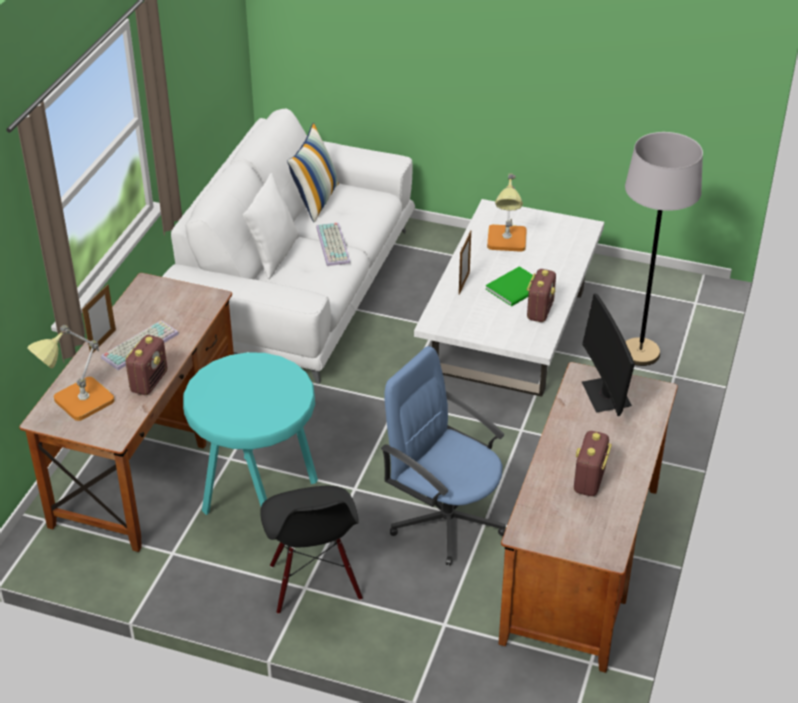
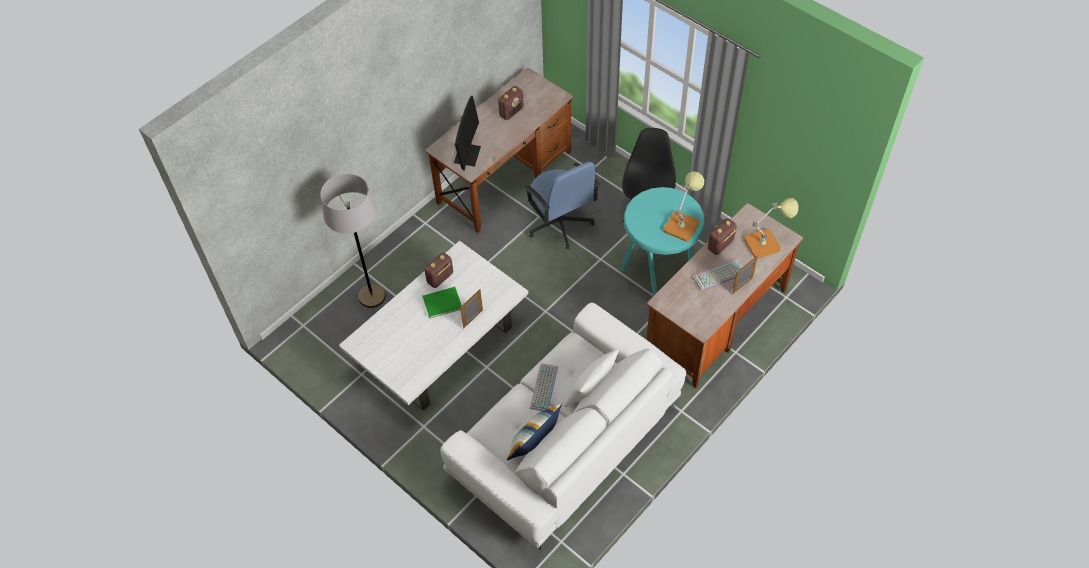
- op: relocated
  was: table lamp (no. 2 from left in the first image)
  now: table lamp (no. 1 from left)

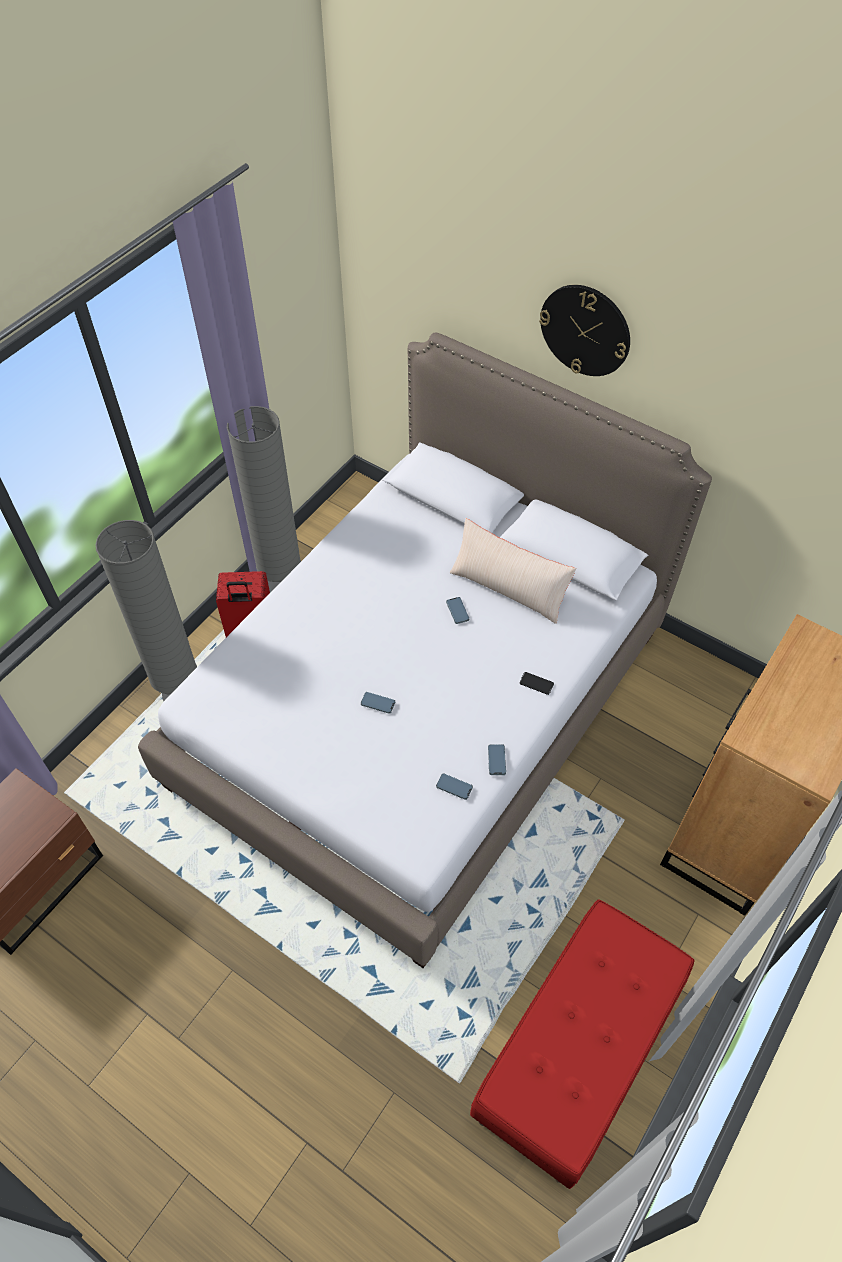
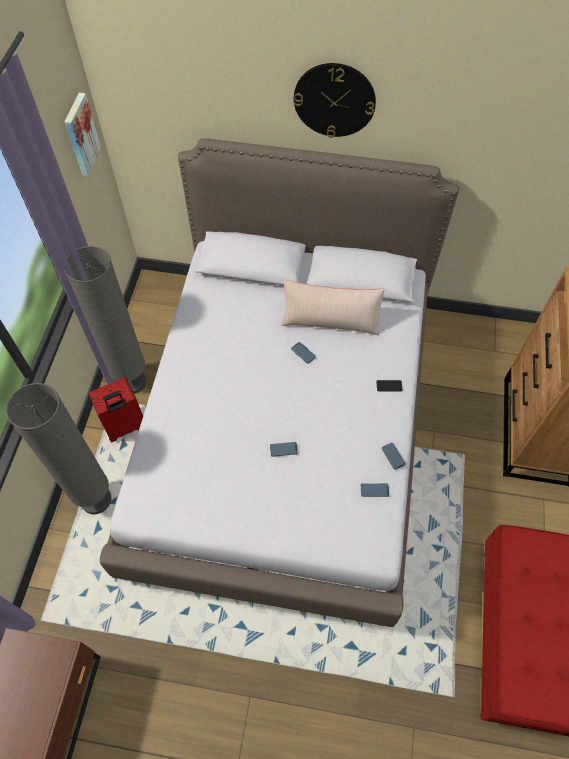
- op: appeared
  now: picture

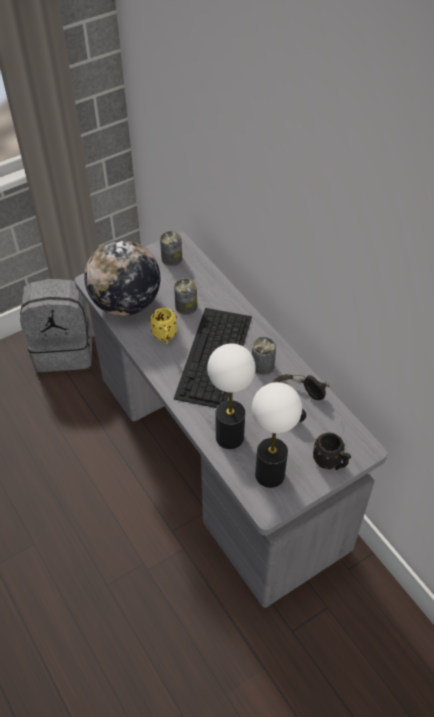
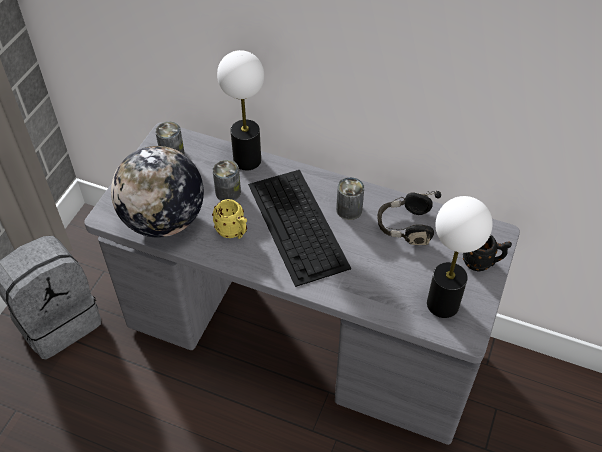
- op: relocated
  was: table lamp (no. 1 from left)

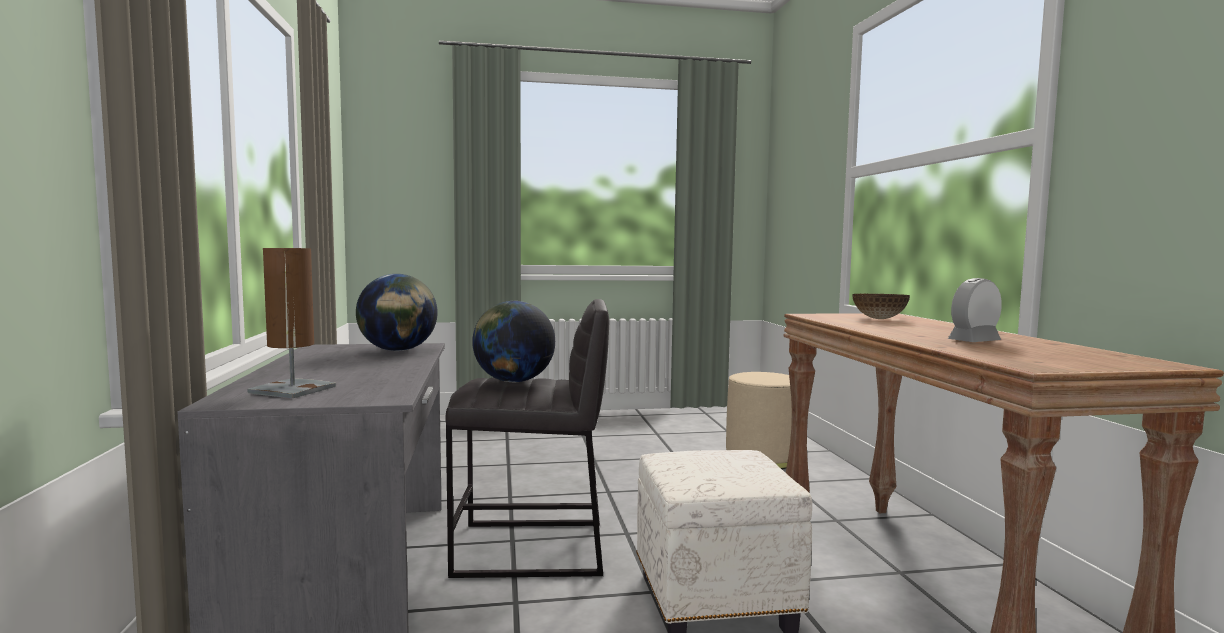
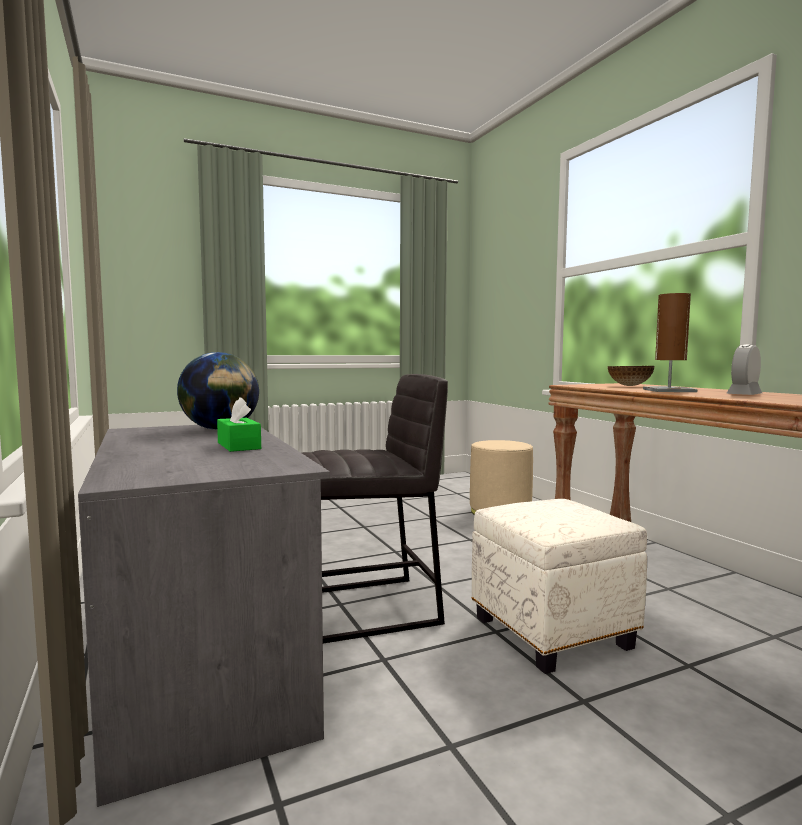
- op: appeared
  now: green tissue box
- op: relocated
  was: brown table lamp
- op: missing
  was: globe (no. 2 from left)

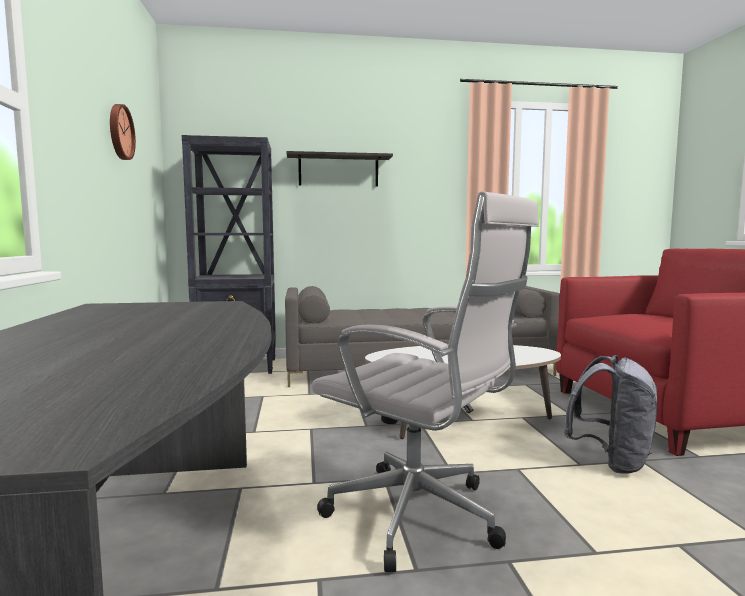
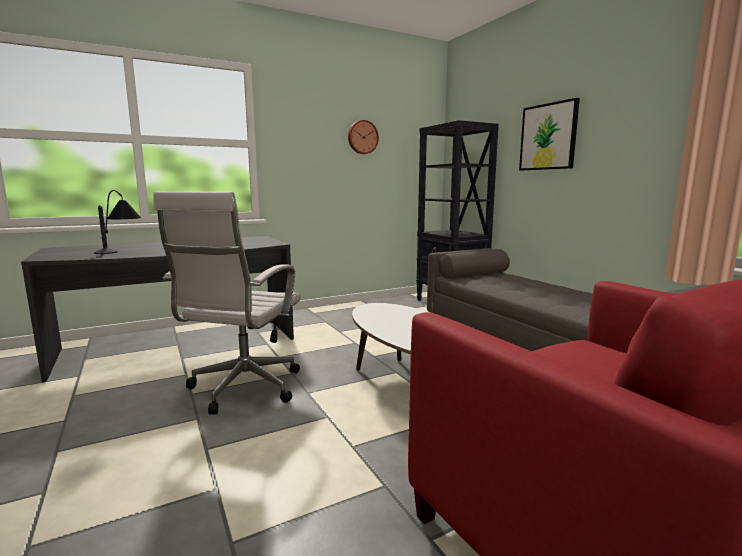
- op: appeared
  now: table lamp
- op: exchanged
  was: shelf
  now: picture
- op: missing
  was: grey backpack

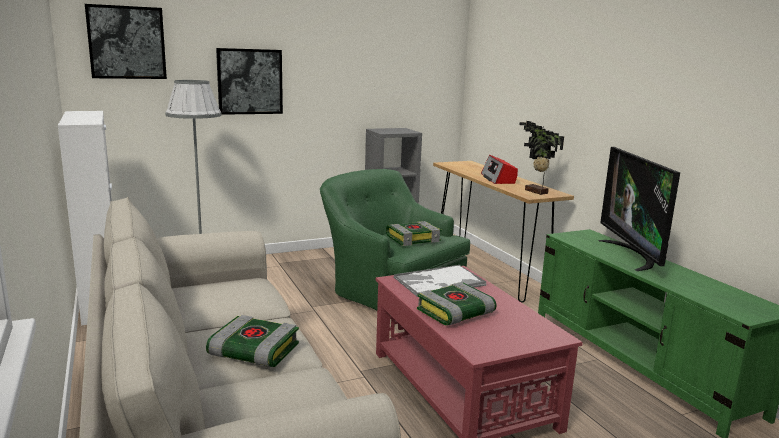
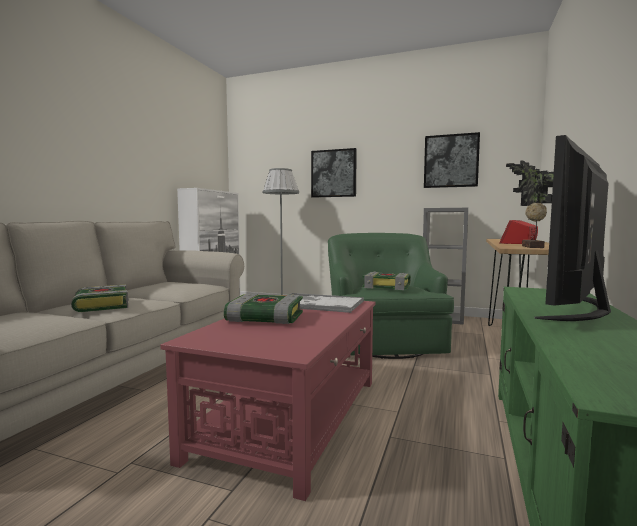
- op: relocated
  was: picture (no. 1 from left in the first image)
  now: picture (no. 2 from left)

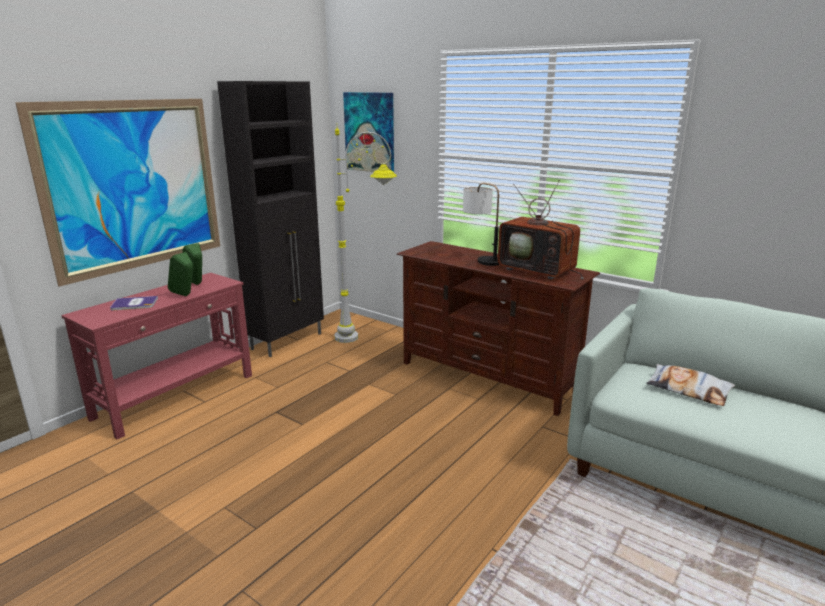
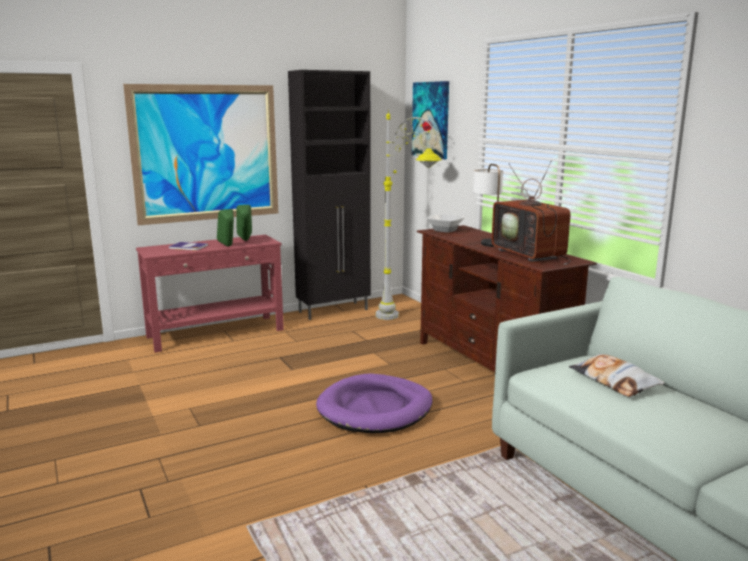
- op: appeared
  now: purple dog bed
- op: appeared
  now: bowl

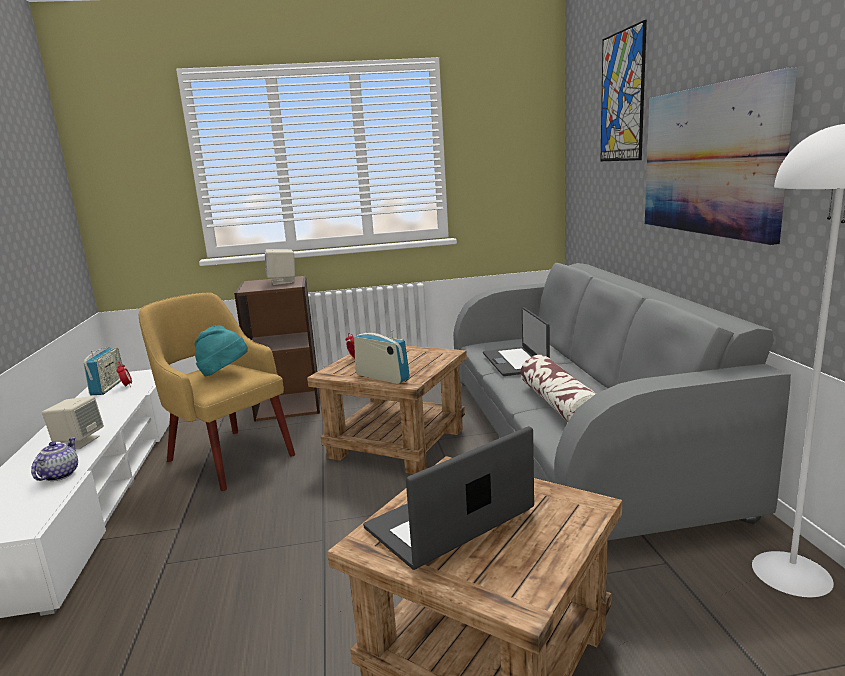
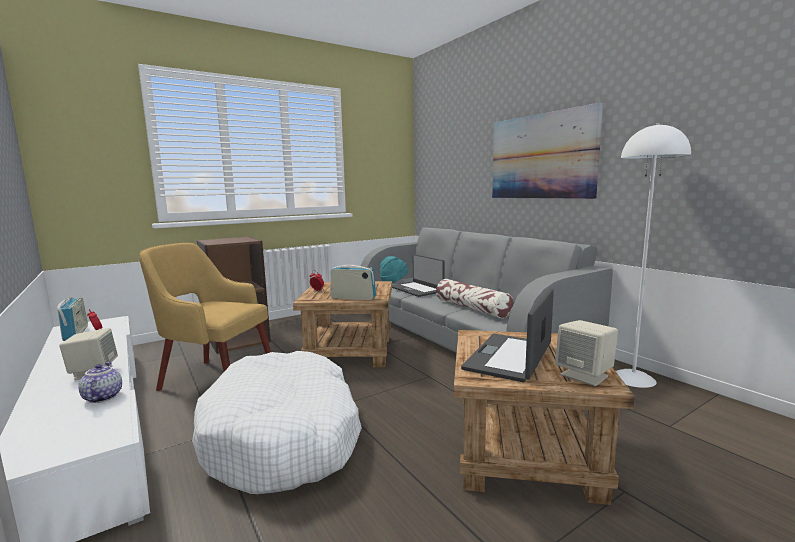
- op: appeared
  now: white dog bed
- op: relocated
  was: turquoise hat
- op: relocated
  was: beige speaker (no. 2 from left)
- op: missing
  was: picture (no. 1 from left)

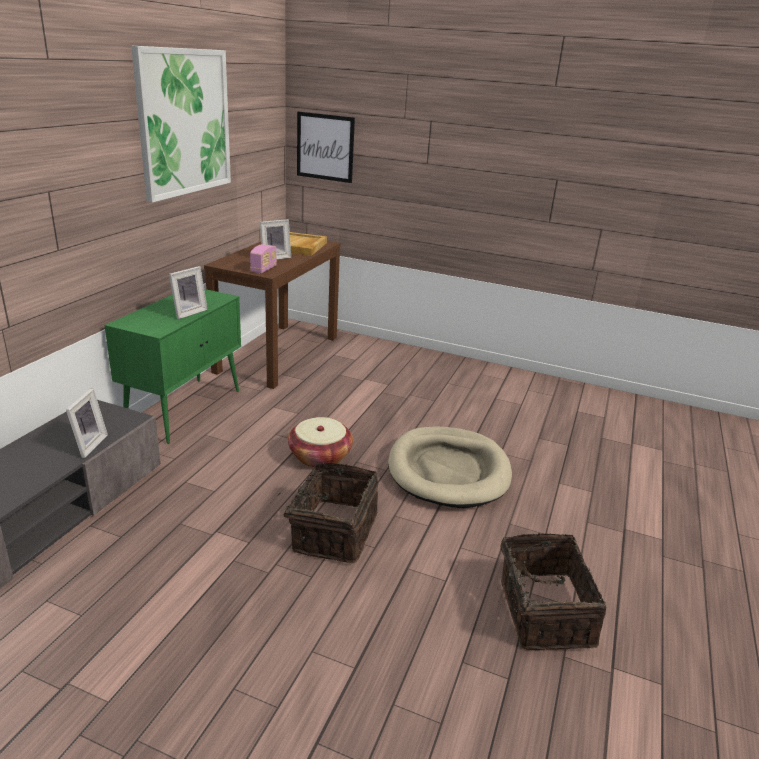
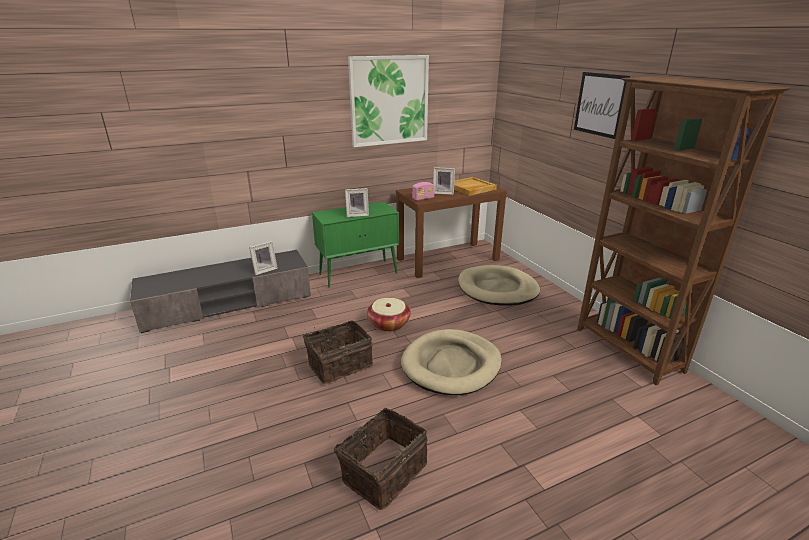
- op: appeared
  now: beige dog bed (no. 2 from left)
- op: relocated
  was: picture (no. 2 from left)
- op: appeared
  now: brown bookcase

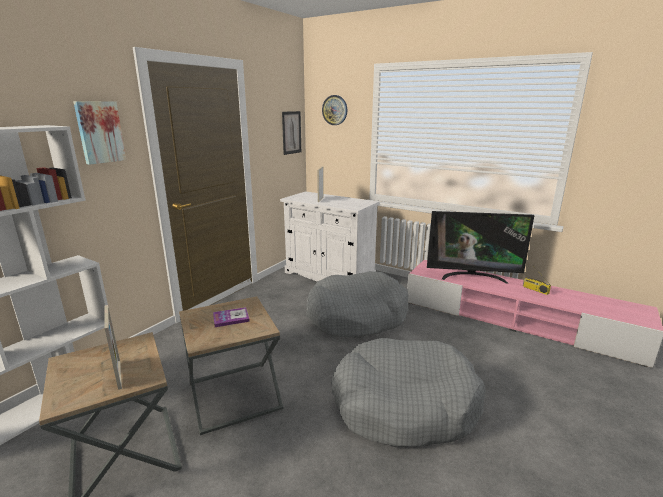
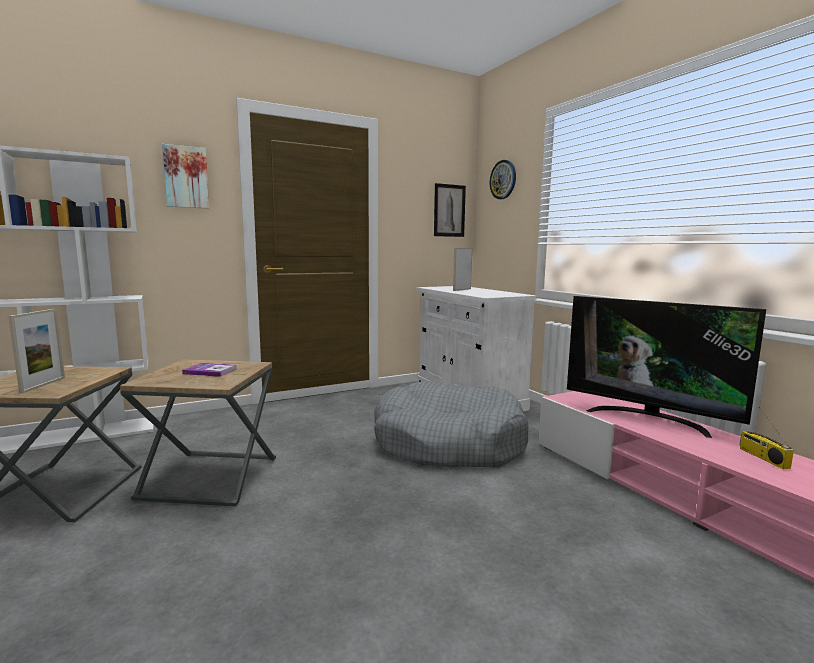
- op: missing
  was: grey dog bed (no. 2 from left)

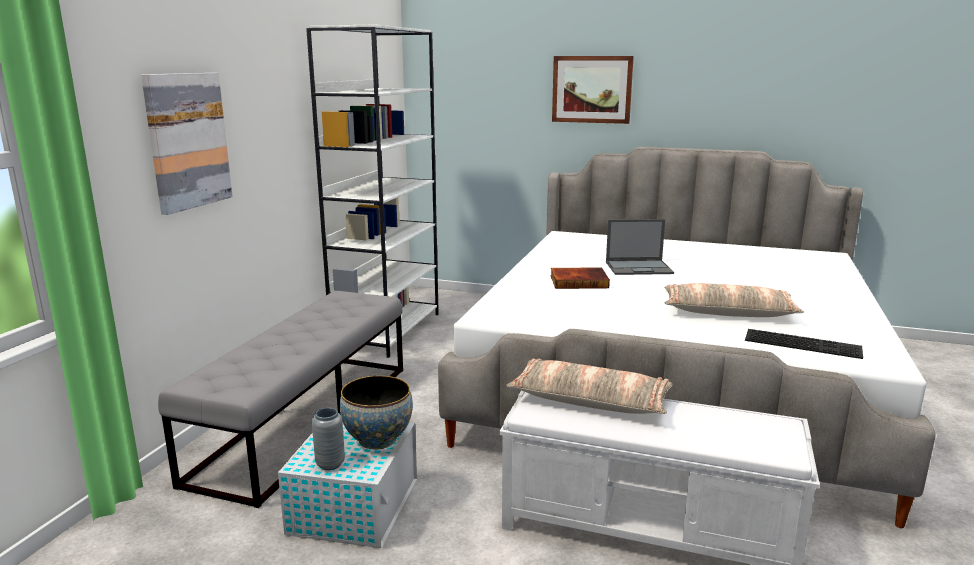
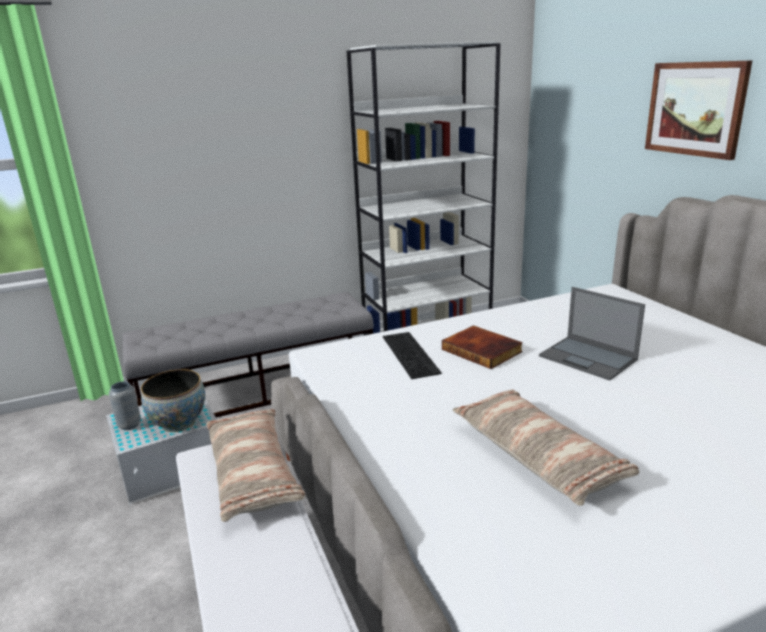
- op: relocated
  was: keyboard
- op: missing
  was: picture (no. 1 from left)

